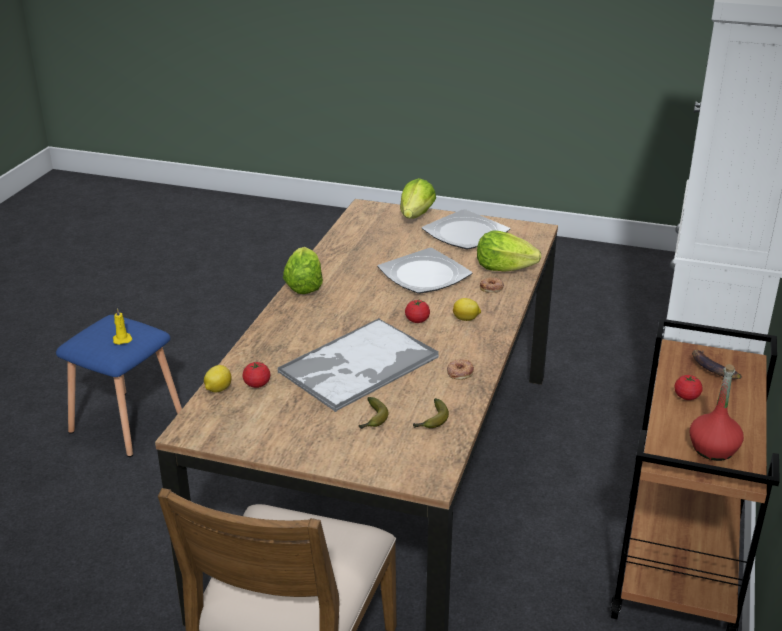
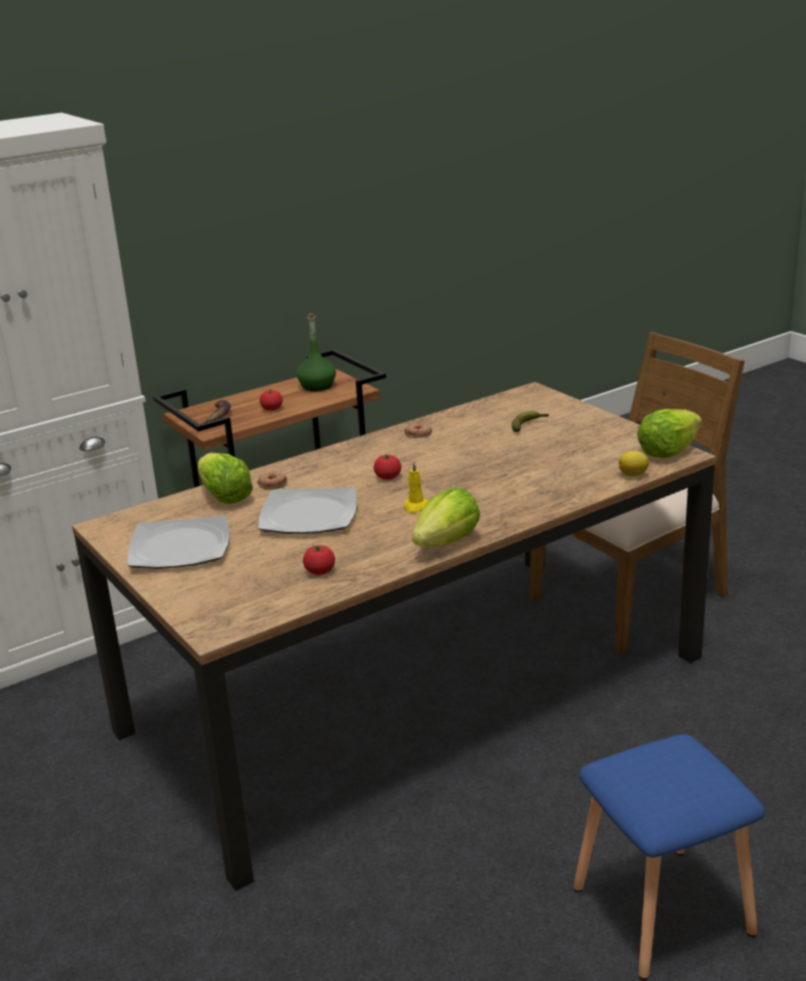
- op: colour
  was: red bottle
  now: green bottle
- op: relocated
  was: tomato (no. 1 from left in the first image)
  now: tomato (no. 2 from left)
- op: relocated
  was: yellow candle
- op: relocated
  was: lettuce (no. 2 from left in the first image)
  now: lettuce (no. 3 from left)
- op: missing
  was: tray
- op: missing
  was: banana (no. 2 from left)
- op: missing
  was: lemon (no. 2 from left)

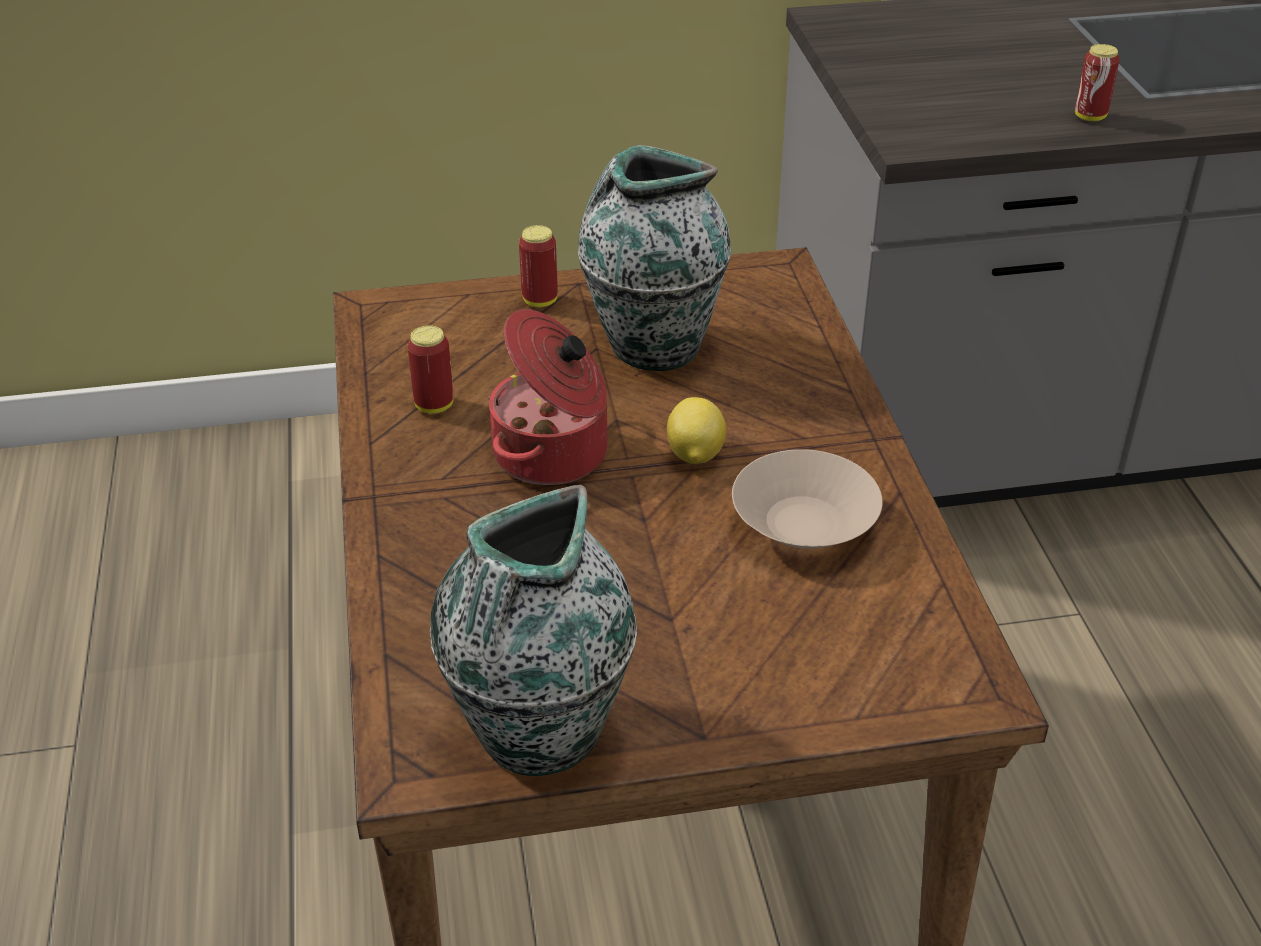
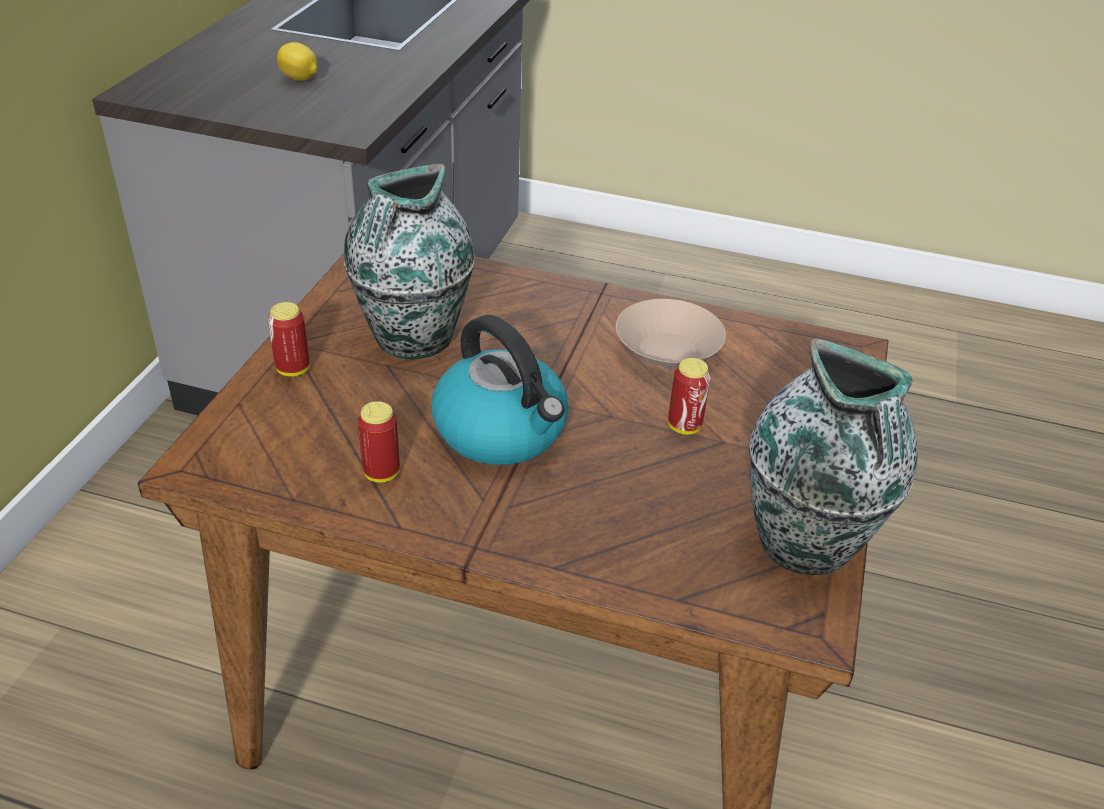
- op: relocated
  was: lemon
- op: exchanged
  was: cooking pot
  now: kettle
- op: relocated
  was: can (no. 3 from left)

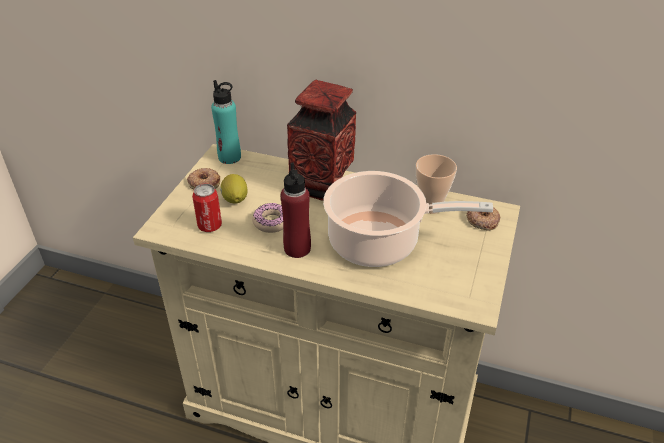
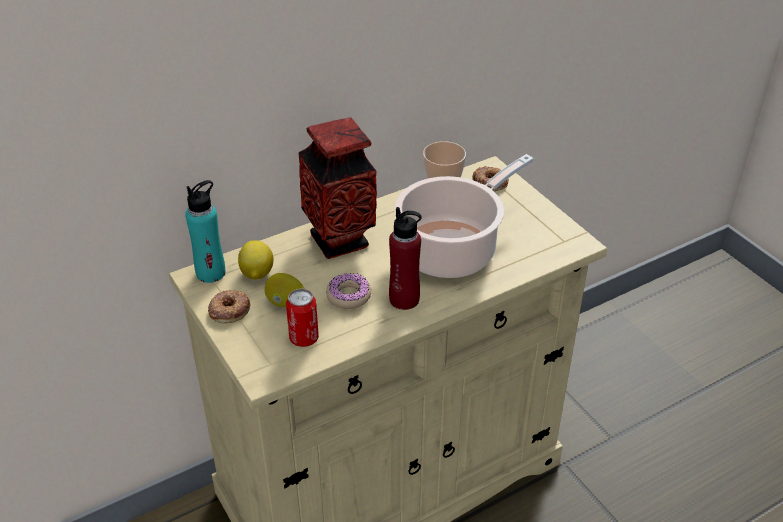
- op: appeared
  now: lemon (no. 1 from left)

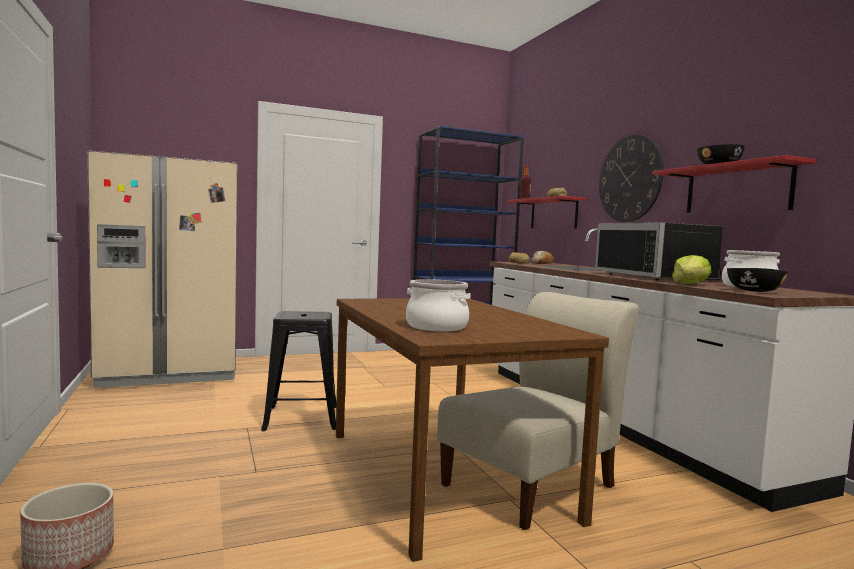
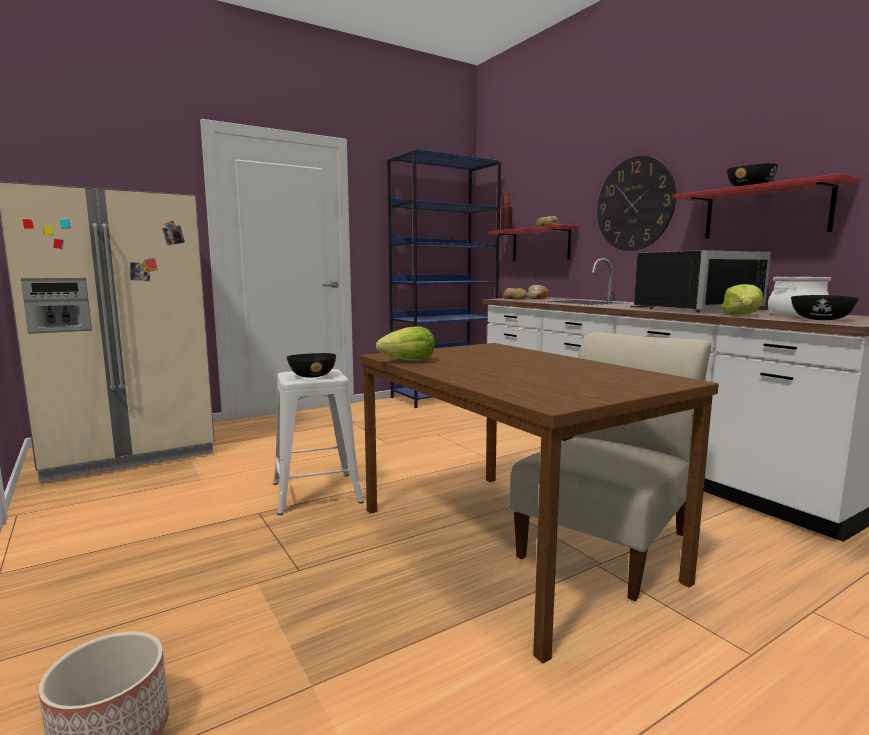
- op: colour
  was: black stool
  now: white stool
- op: appeared
  now: black bowl (no. 1 from left)
- op: appeared
  now: lettuce (no. 1 from left)
- op: spun
  was: black microwave
  clockwise: -90
- op: missing
  was: cooking pot (no. 1 from left)

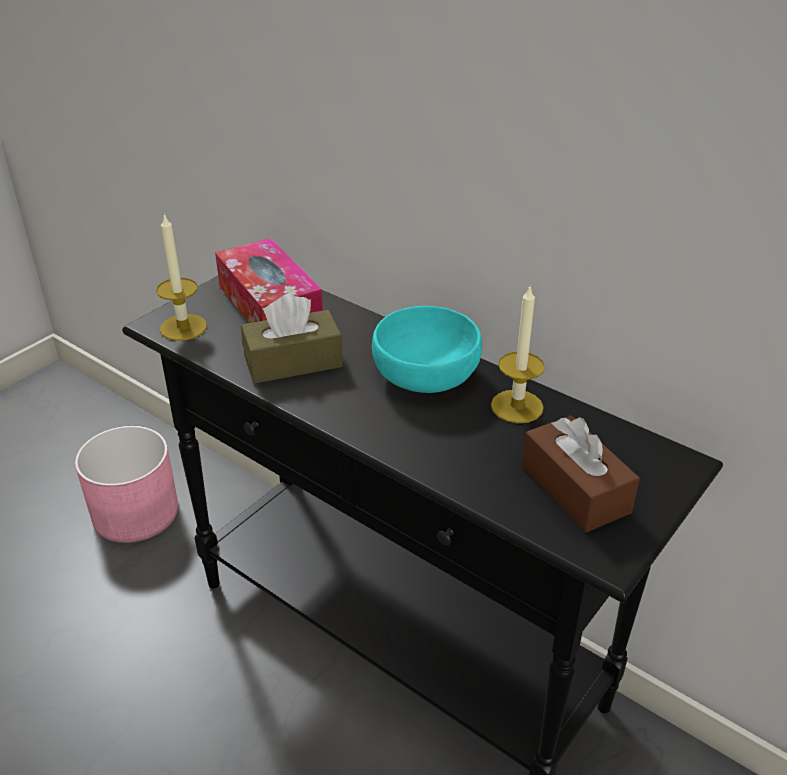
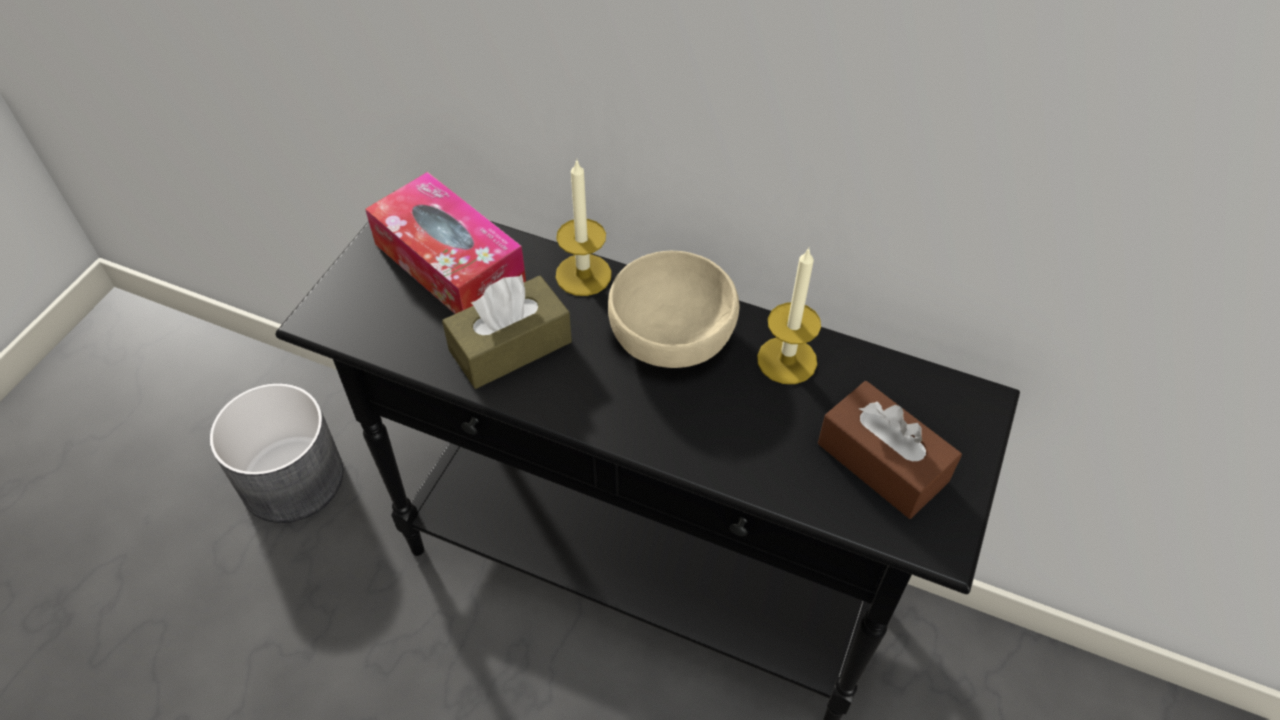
- op: colour
  was: pink planter
  now: grey planter
- op: relocated
  was: candle (no. 1 from left)
- op: colour
  was: turquoise bowl
  now: beige bowl

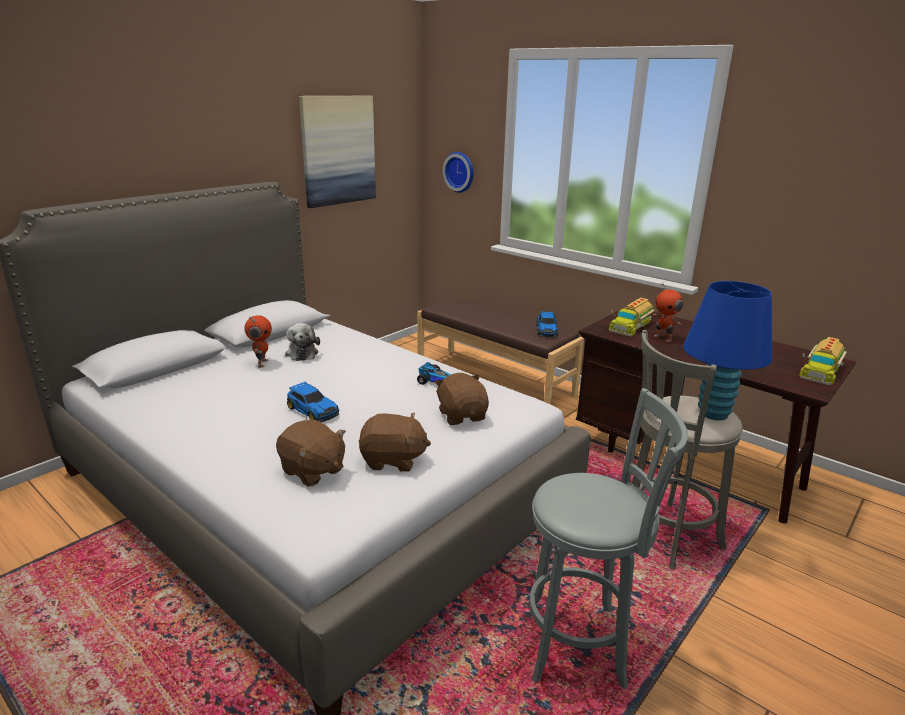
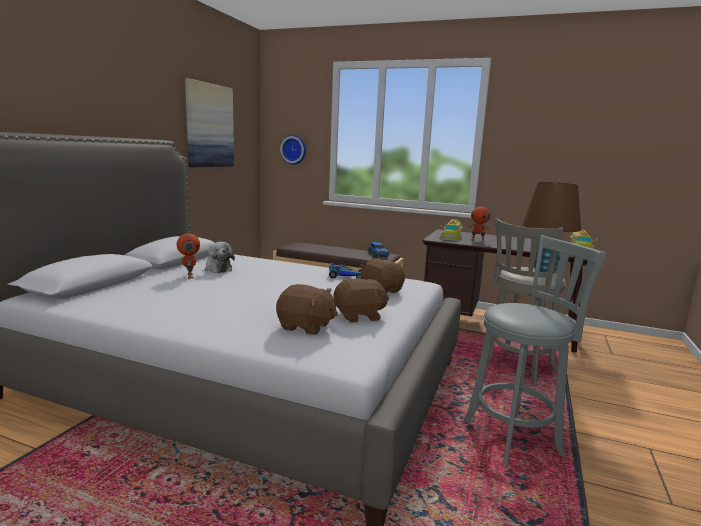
- op: colour
  was: blue table lamp
  now: brown table lamp
- op: missing
  was: toy car (no. 1 from left)

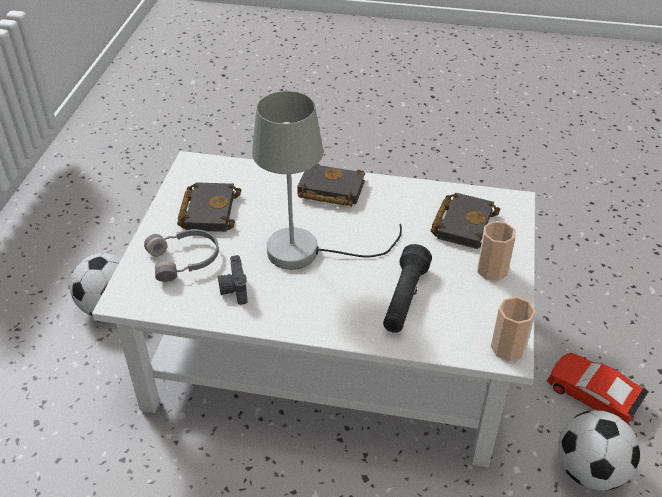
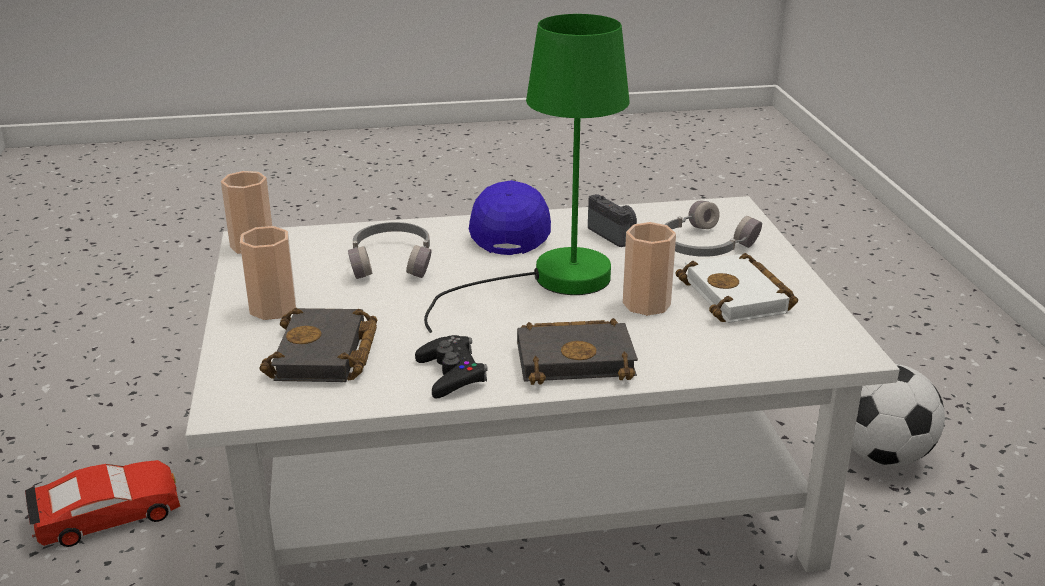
- op: spun
  was: red toy car
  clockwise: -45
- op: exchanged
  was: black flashlight
  now: grey headphones (no. 1 from left)
- op: appeared
  now: black game controller
- op: colour
  was: grey table lamp
  now: green table lamp
- op: appeared
  now: blue cap
- op: appeared
  now: cup (no. 3 from left)
- op: colour
  was: black book (no. 1 from left)
  now: white book
- op: missing
  was: football (no. 2 from left)

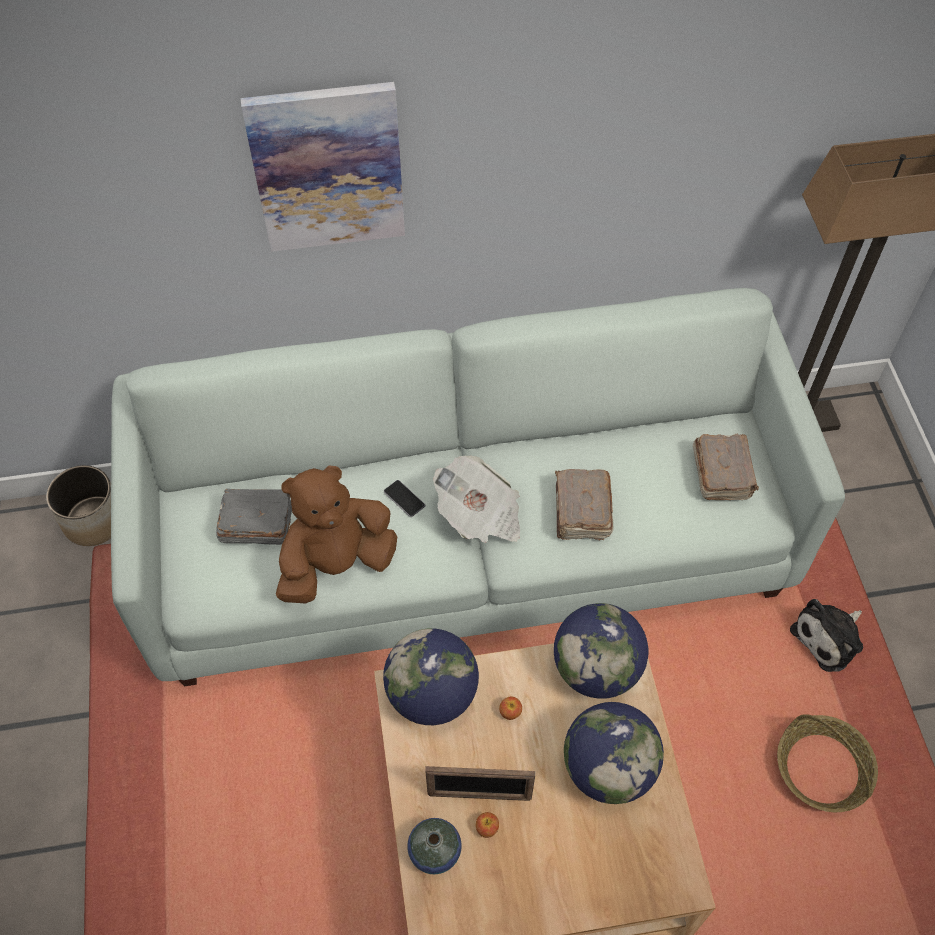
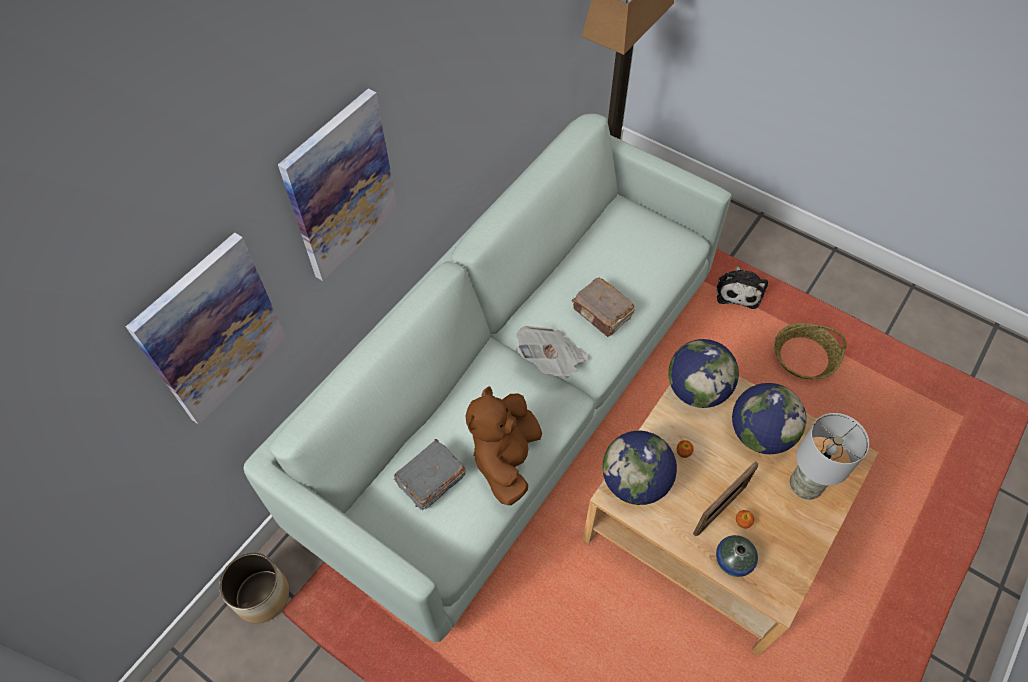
- op: appeared
  now: picture (no. 1 from left)
- op: appeared
  now: grey table lamp
- op: missing
  was: phone
- op: missing
  was: brown book (no. 2 from left)

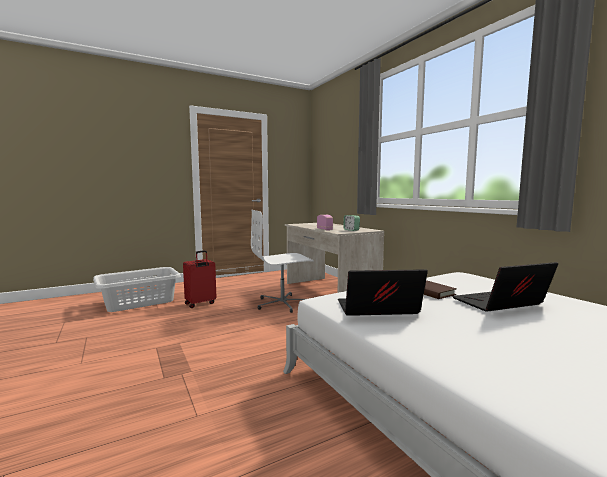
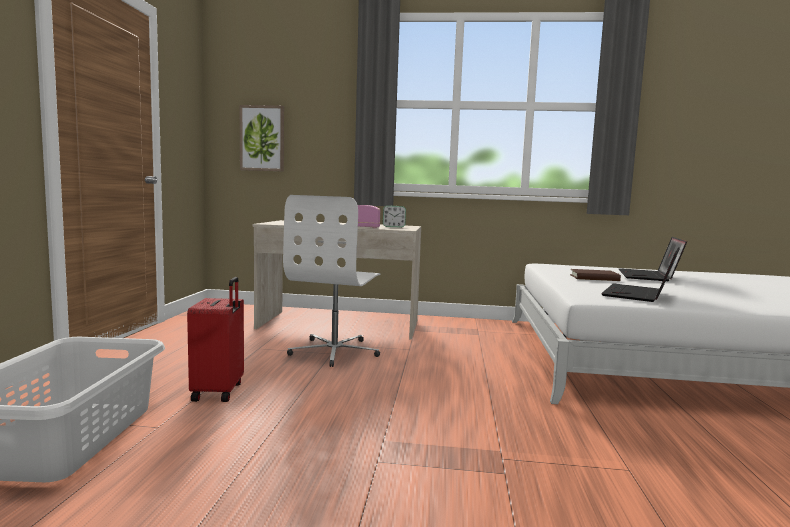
- op: appeared
  now: picture

